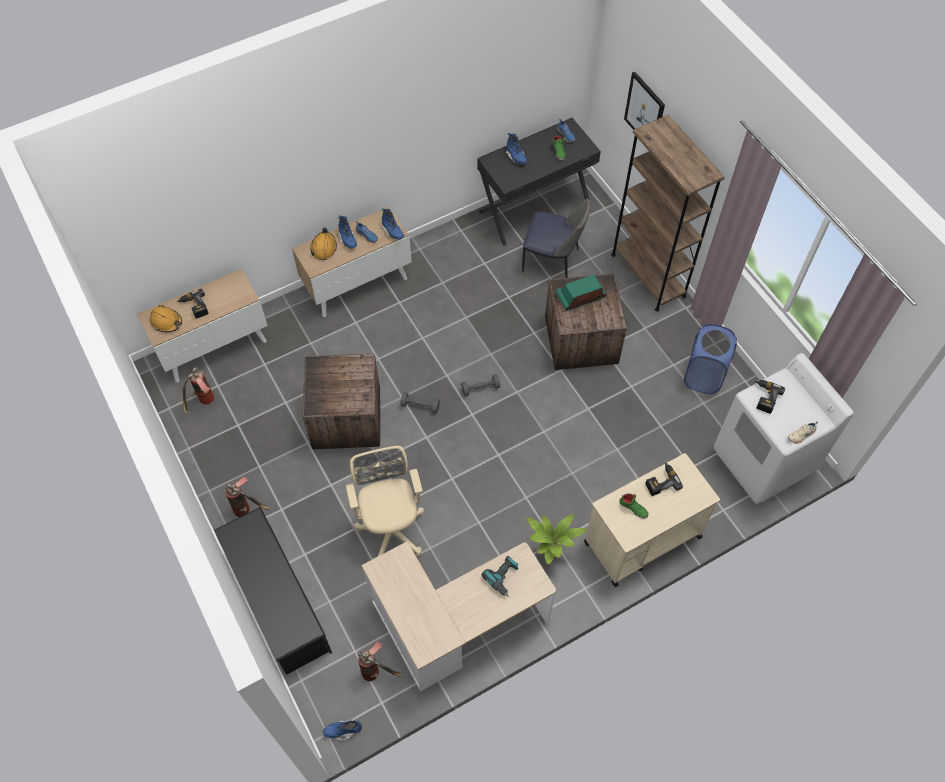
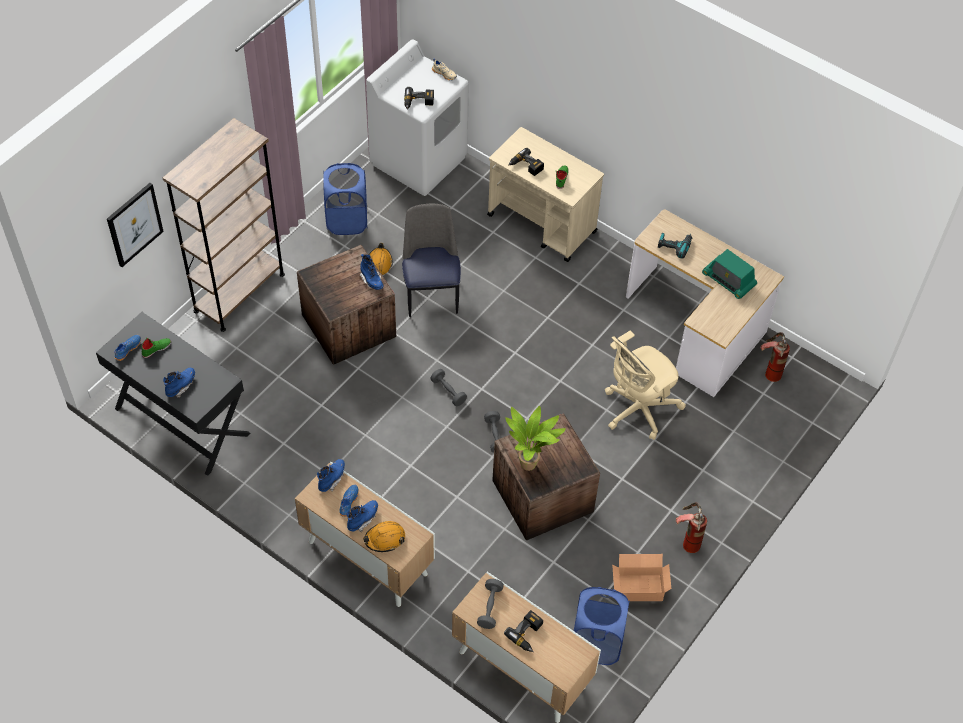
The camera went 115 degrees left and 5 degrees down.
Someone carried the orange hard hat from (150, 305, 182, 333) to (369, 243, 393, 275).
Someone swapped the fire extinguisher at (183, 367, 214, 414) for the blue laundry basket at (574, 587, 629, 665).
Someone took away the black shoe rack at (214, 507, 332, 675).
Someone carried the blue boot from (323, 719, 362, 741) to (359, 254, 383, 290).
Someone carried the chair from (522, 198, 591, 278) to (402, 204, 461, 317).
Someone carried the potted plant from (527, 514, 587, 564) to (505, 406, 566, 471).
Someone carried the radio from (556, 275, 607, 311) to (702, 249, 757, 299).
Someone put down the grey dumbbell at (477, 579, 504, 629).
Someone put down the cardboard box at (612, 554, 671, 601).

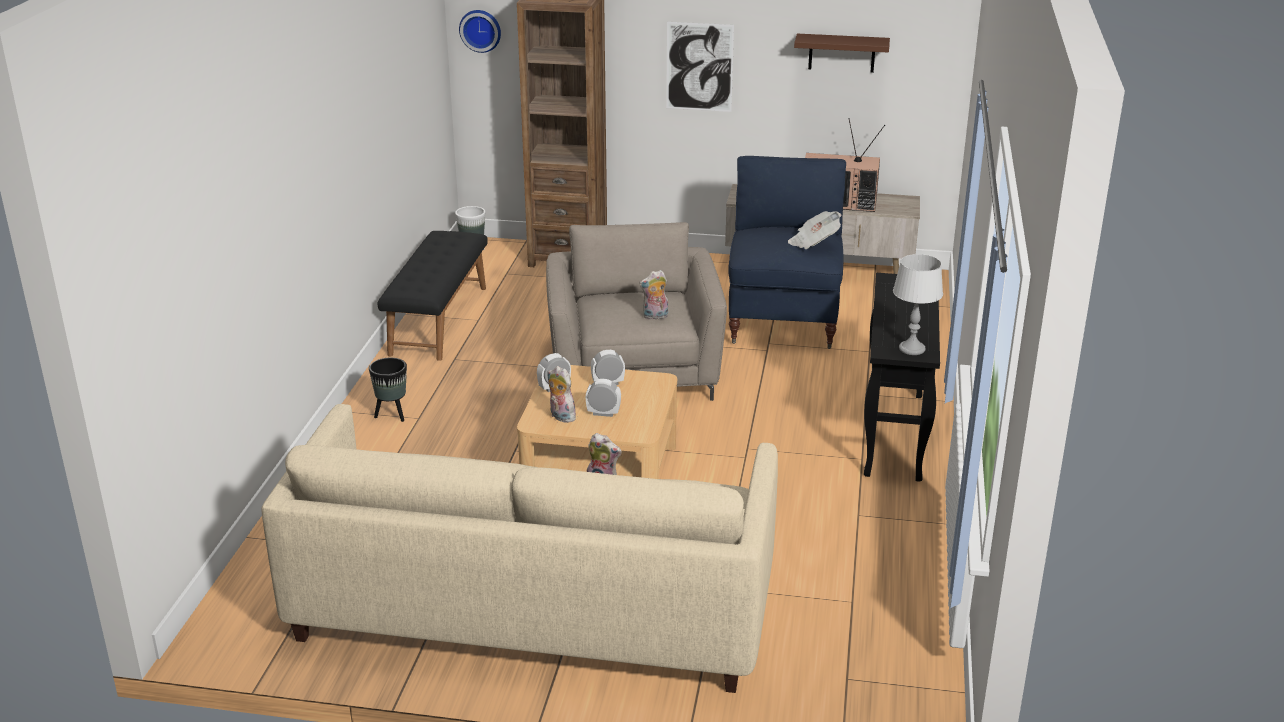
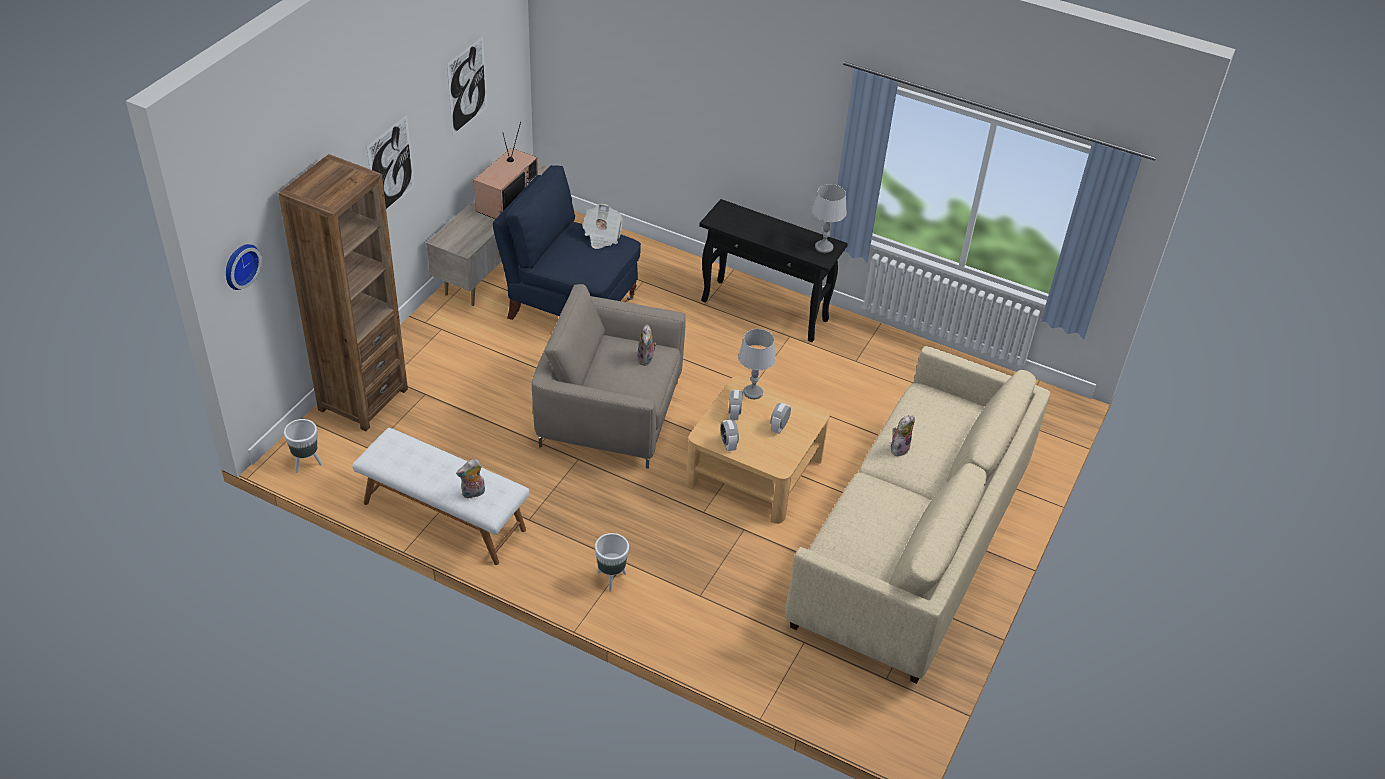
The camera went 75 degrees left and 15 degrees up.
Someone repainted the black planter at (369, 358, 407, 422), which became the white planter at (595, 533, 629, 592).
Someone repainted the black bench at (377, 231, 488, 361), which became the white bench at (352, 428, 529, 565).
Someone carried the plush toy from (547, 366, 576, 423) to (456, 459, 485, 499).
Someone swapped the brown shelf at (794, 34, 890, 73) for the picture at (447, 36, 487, 136).
Someone put down the grey table lamp at (738, 329, 776, 399).

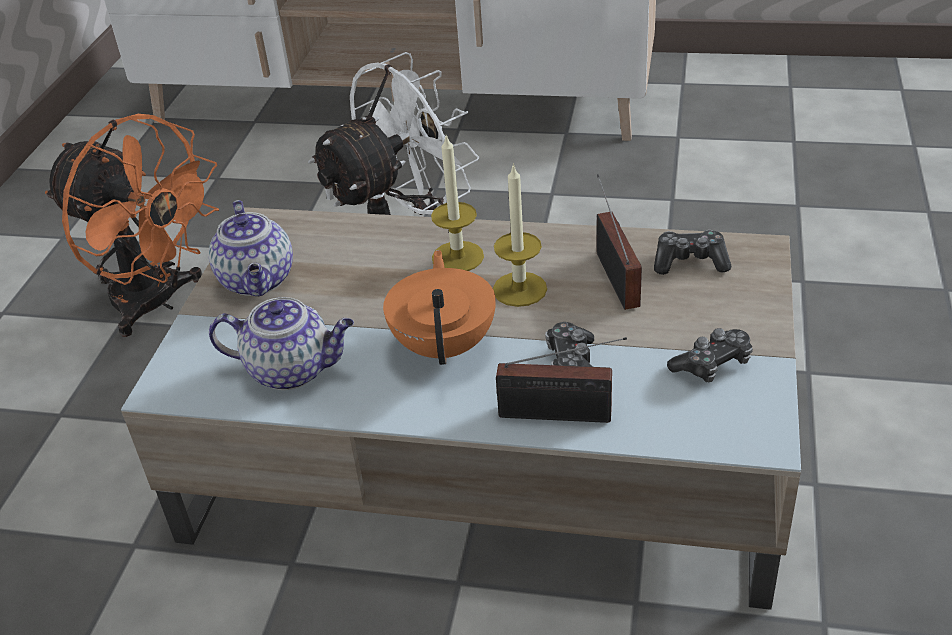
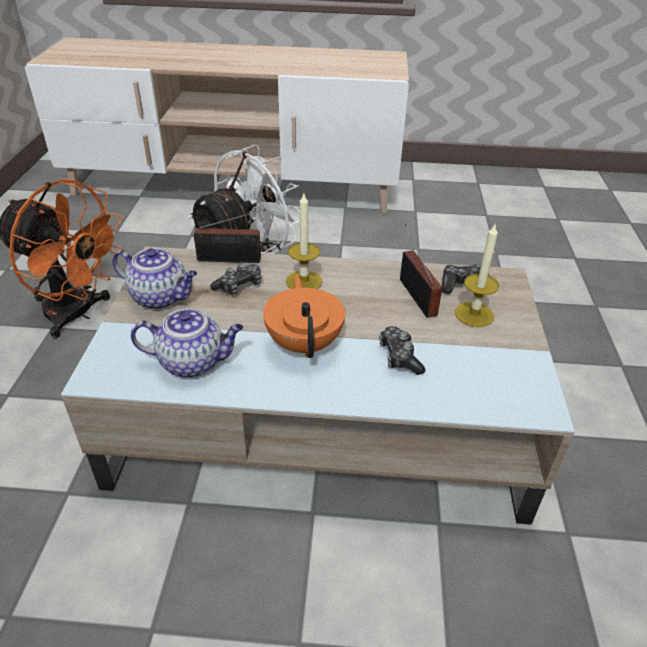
The camera went 10 degrees left and 0 degrees up.
Someone rotated the teapot at (208, 200, 293, 296) by 45 degrees counterclockwise.
Someone carried the candle from (493, 163, 547, 307) to (455, 222, 499, 327).
Someone carried the radio from (496, 337, 627, 423) to (194, 209, 266, 263).
Someone carried the game controller from (667, 328, 753, 382) to (210, 263, 261, 295).

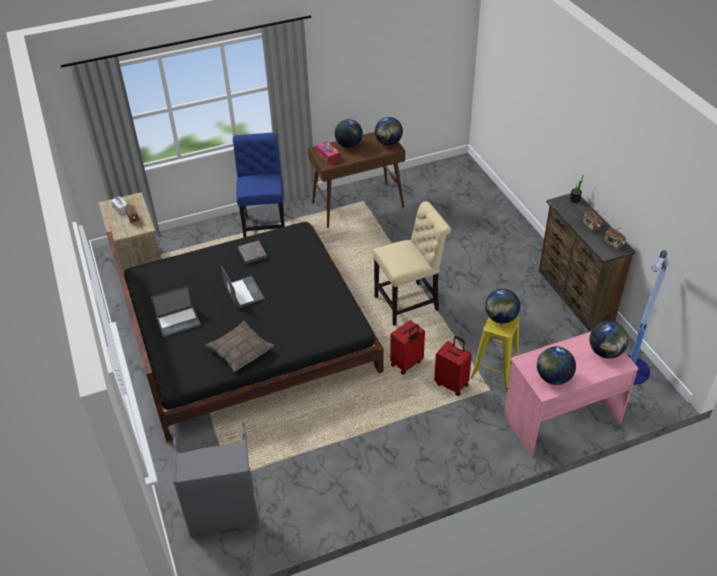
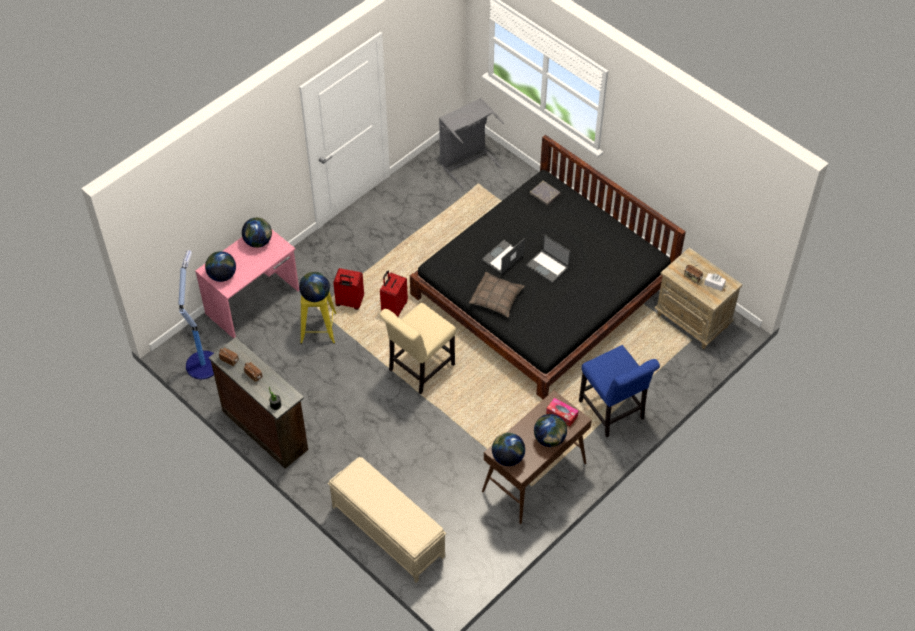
The camera went 155 degrees right and 10 degrees up.
Someone carried the laptop from (151, 286, 201, 338) to (481, 238, 525, 274).
Someone carried the pillow from (205, 321, 274, 372) to (469, 272, 524, 317).
Someone carried the grey book from (238, 241, 267, 264) to (530, 181, 561, 206).
Someone put down the beige bench at (328, 457, 446, 583).

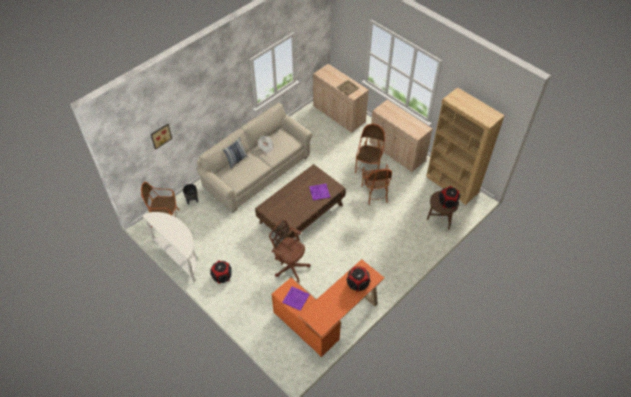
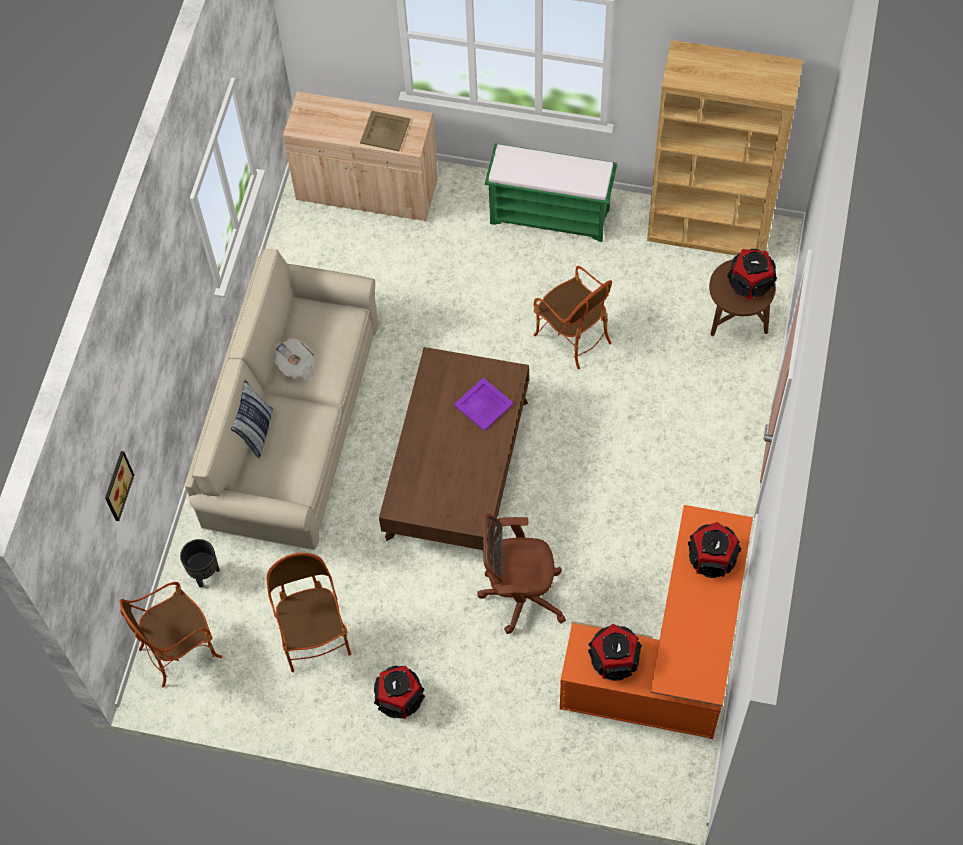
The camera went 30 degrees left and 10 degrees up.
Someone took away the white console table at (142, 212, 198, 283).
Someone swapped the purple tray at (282, 286, 310, 311) for the speaker at (588, 624, 642, 681).
Someone carried the armchair from (355, 124, 385, 173) to (267, 553, 351, 672).
Someone swapped the beige cabinet at (369, 100, 432, 172) for the green bench at (485, 143, 617, 242).

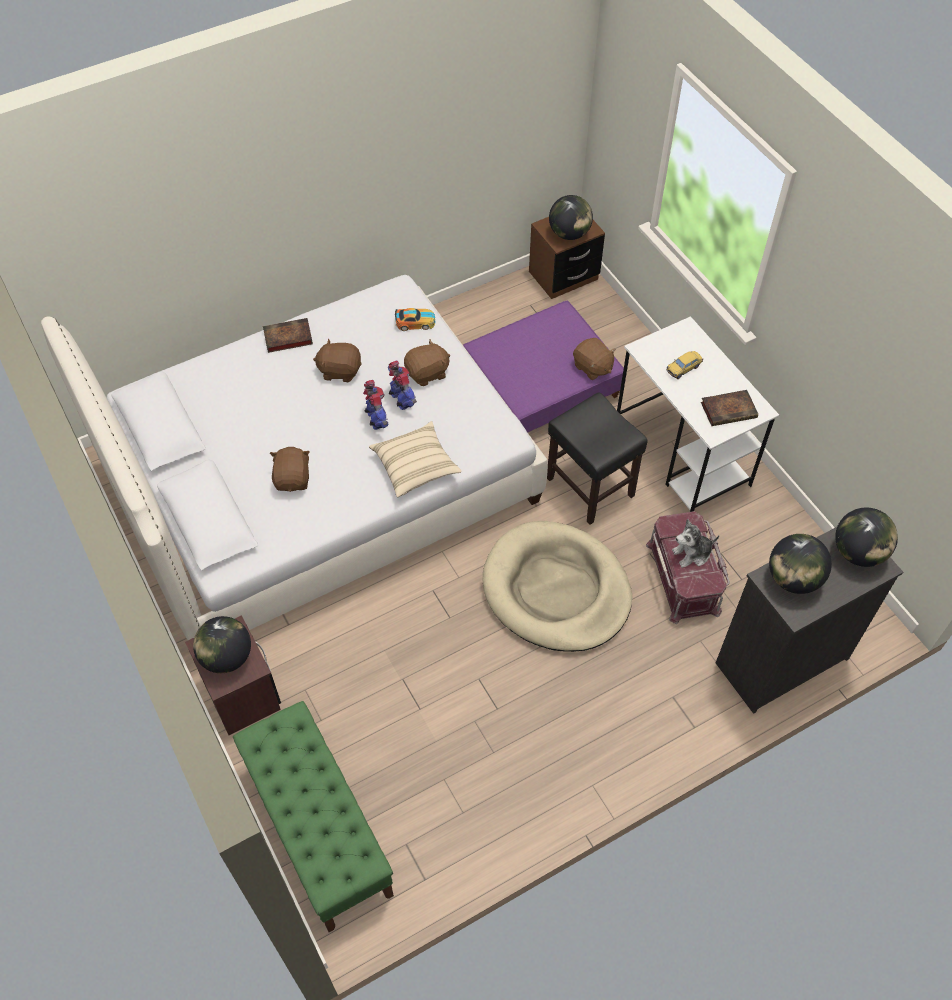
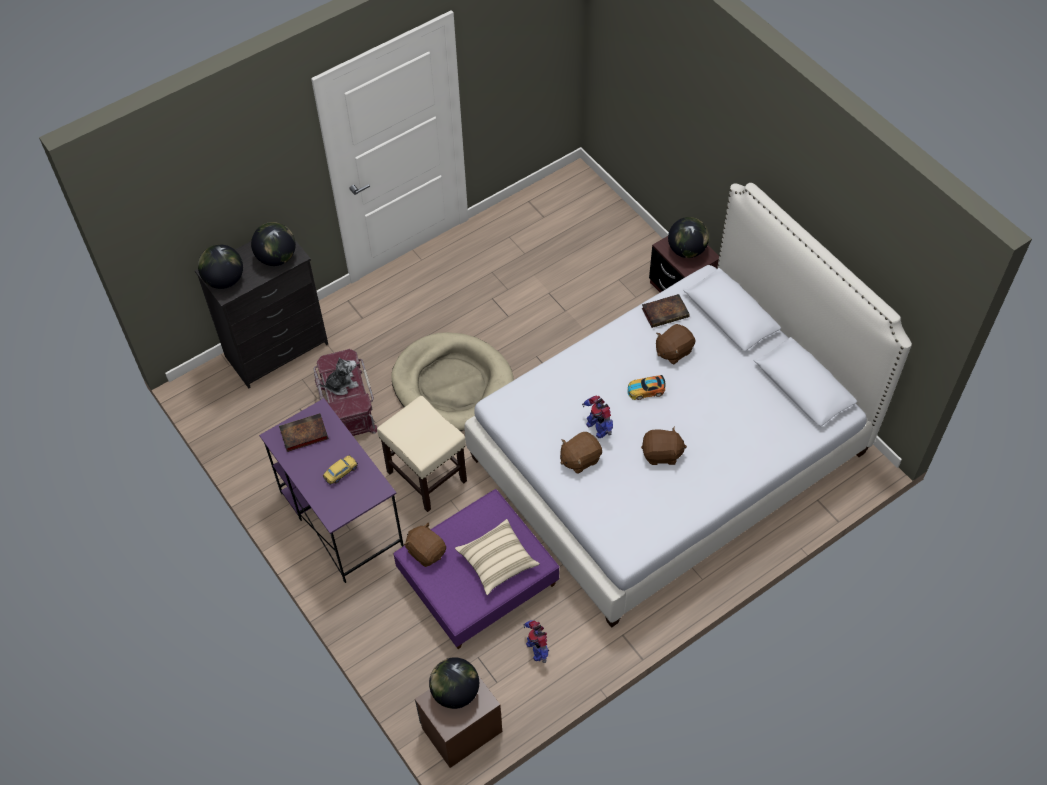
The camera went 175 degrees right and 0 degrees up.
Someone took away the green bench at (233, 701, 394, 932).
Someone carried the book from (263, 318, 313, 353) to (642, 294, 690, 328).
Someone rotated the brown plush toy at (270, 447, 310, 492) by 60 degrees clockwise.
Someone carried the toy robot from (363, 380, 389, 430) to (524, 620, 549, 663).
Someone carried the beige pillow from (369, 421, 462, 498) to (455, 519, 540, 595).
Someone carried the toy car from (395, 308, 436, 331) to (627, 375, 666, 400).
Someone repainted the black stool at (547, 392, 648, 525), which became the beige stool at (377, 396, 467, 512).
Someone repainted the white desk at (617, 316, 779, 512), which became the purple desk at (259, 398, 404, 583).

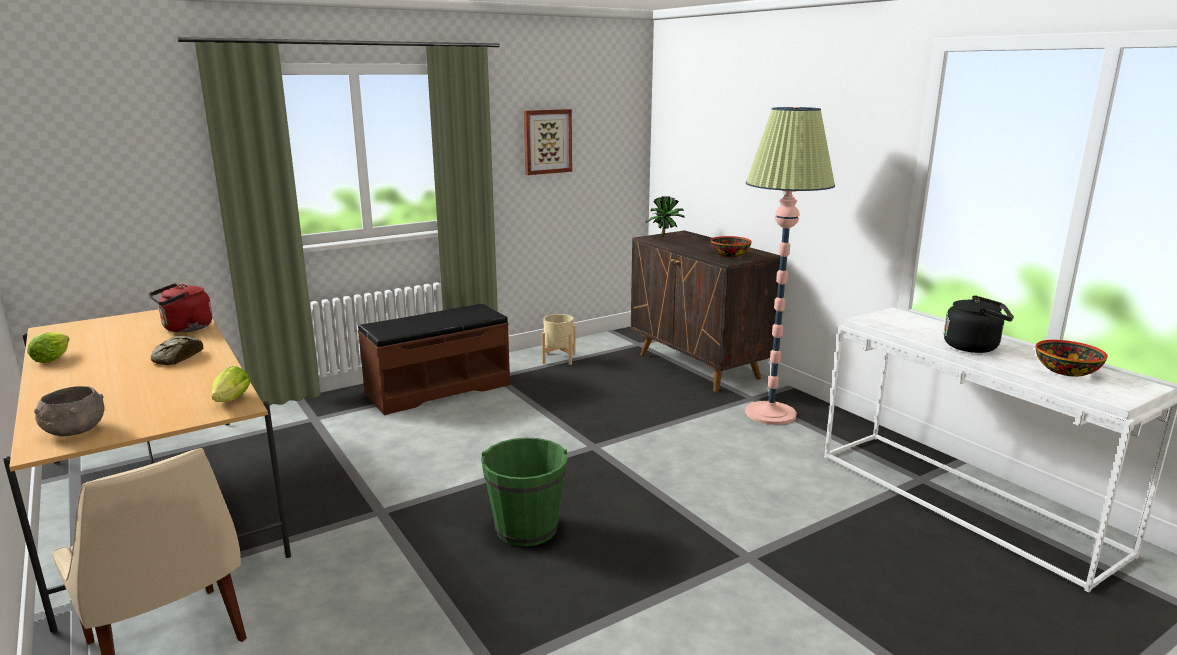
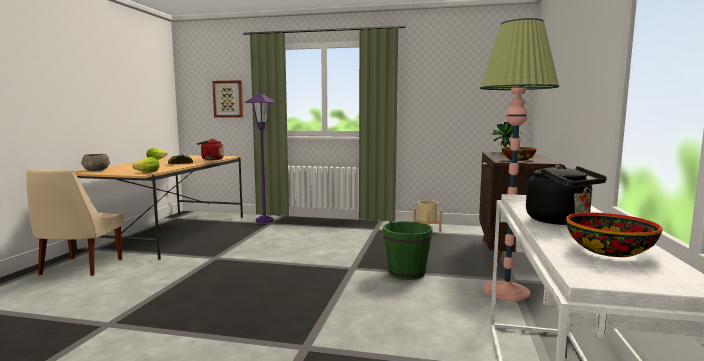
The camera went 45 degrees right and 10 degrees down.
Someone took away the brown bench at (358, 303, 510, 415).
Someone carried the green bucket from (481, 437, 568, 547) to (383, 220, 433, 280).
Someone carried the picture from (524, 109, 572, 175) to (212, 80, 243, 118).
Someone put down the purple floor lamp at (245, 94, 276, 224).

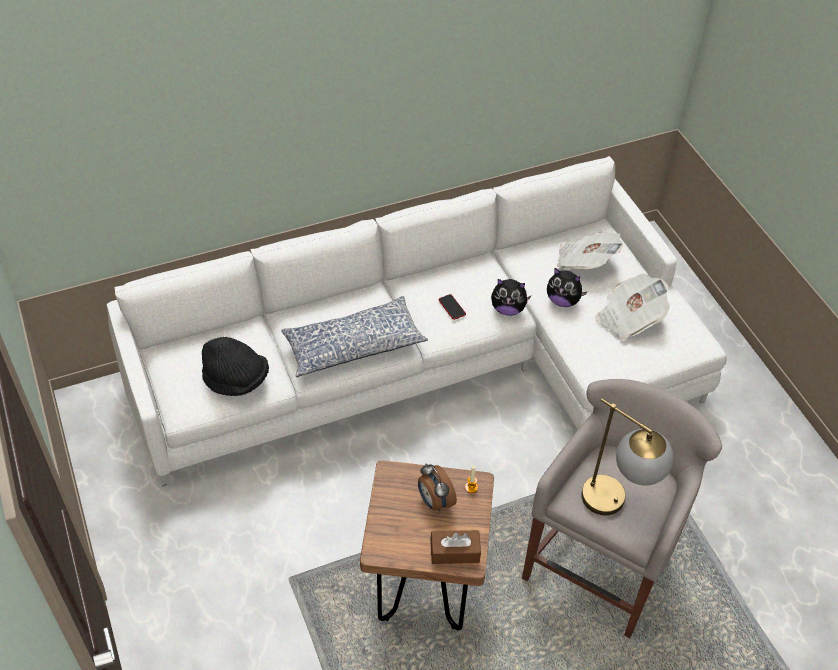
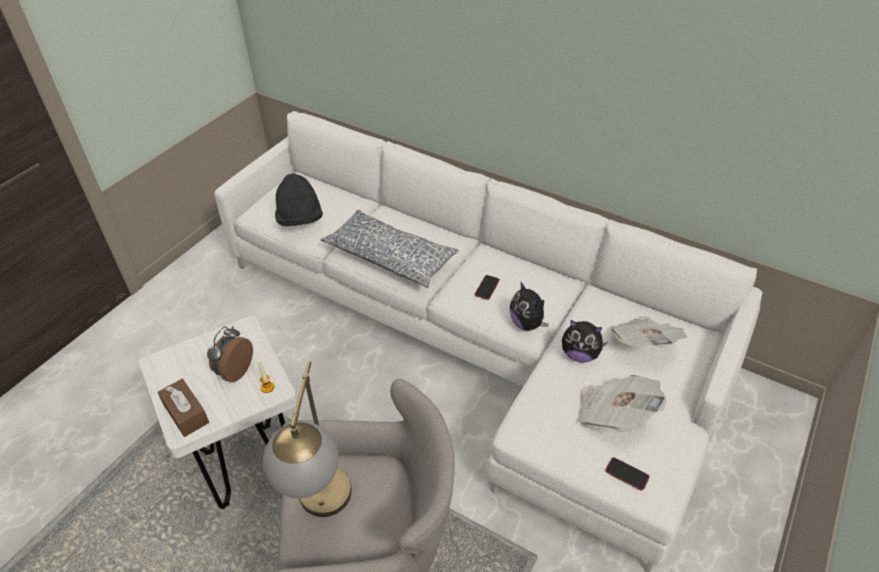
The camera went 55 degrees right and 5 degrees down.
Someone repainted the brown stool at (360, 460, 494, 631), which became the white stool at (139, 316, 298, 509).
Someone rotated the plush toy at (547, 268, 588, 307) by 60 degrees counterclockwise.
Someone put down the phone at (605, 457, 650, 490).

